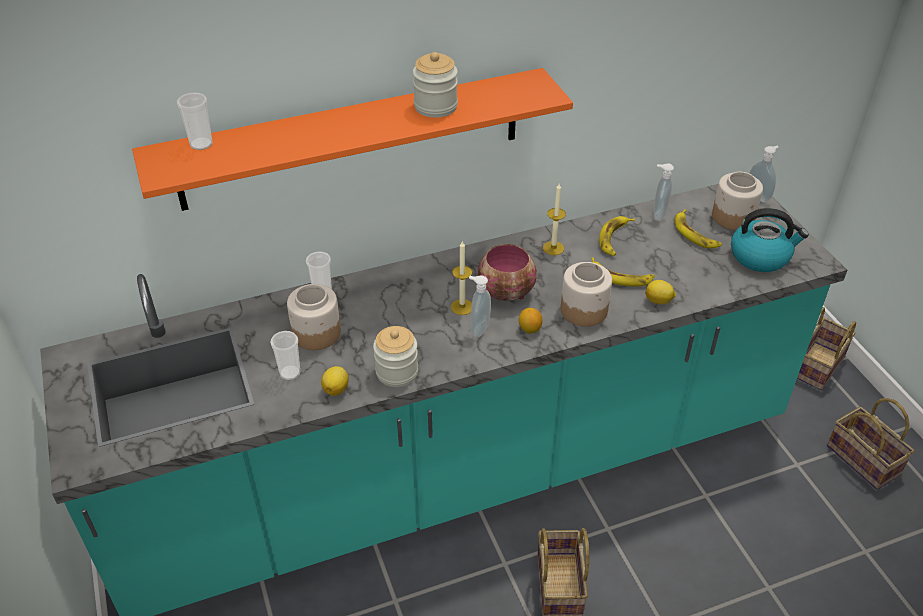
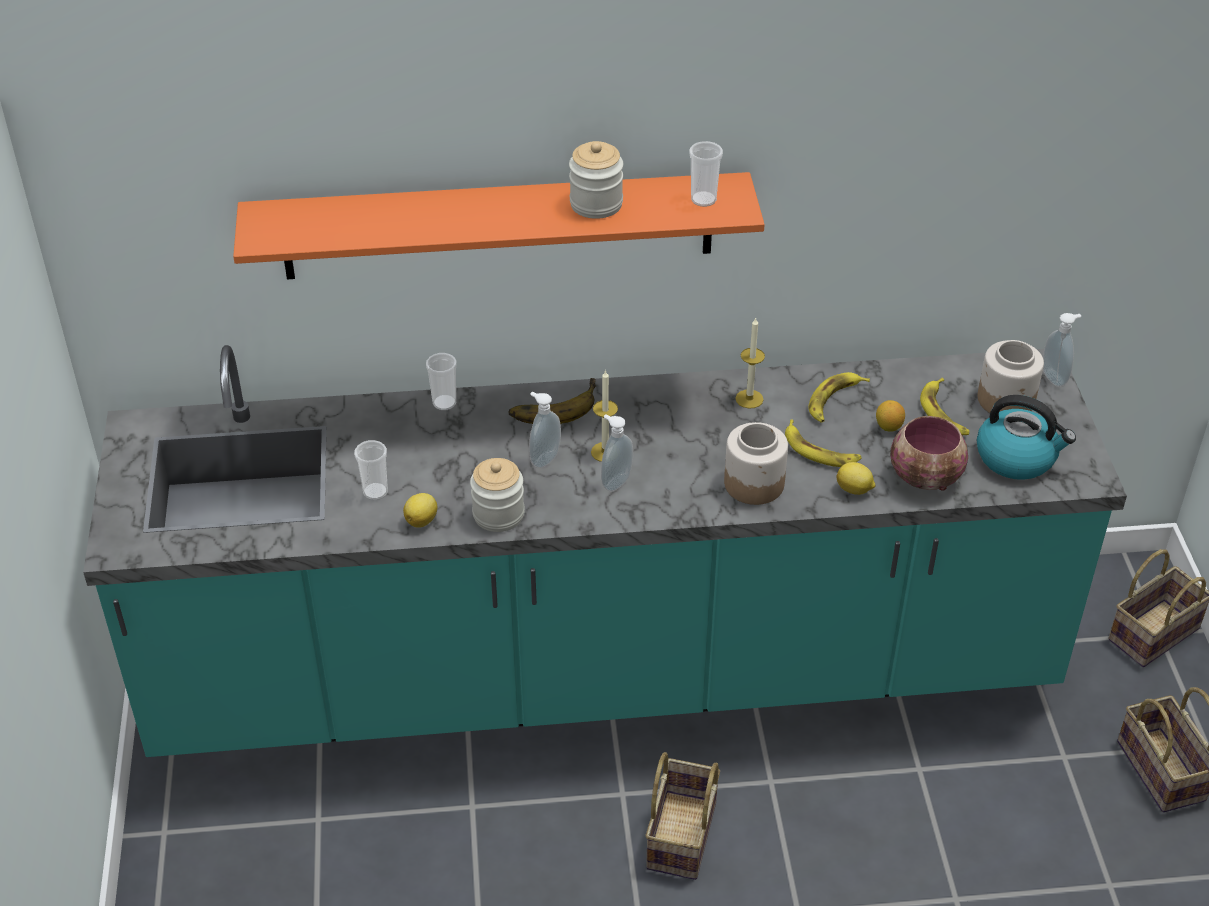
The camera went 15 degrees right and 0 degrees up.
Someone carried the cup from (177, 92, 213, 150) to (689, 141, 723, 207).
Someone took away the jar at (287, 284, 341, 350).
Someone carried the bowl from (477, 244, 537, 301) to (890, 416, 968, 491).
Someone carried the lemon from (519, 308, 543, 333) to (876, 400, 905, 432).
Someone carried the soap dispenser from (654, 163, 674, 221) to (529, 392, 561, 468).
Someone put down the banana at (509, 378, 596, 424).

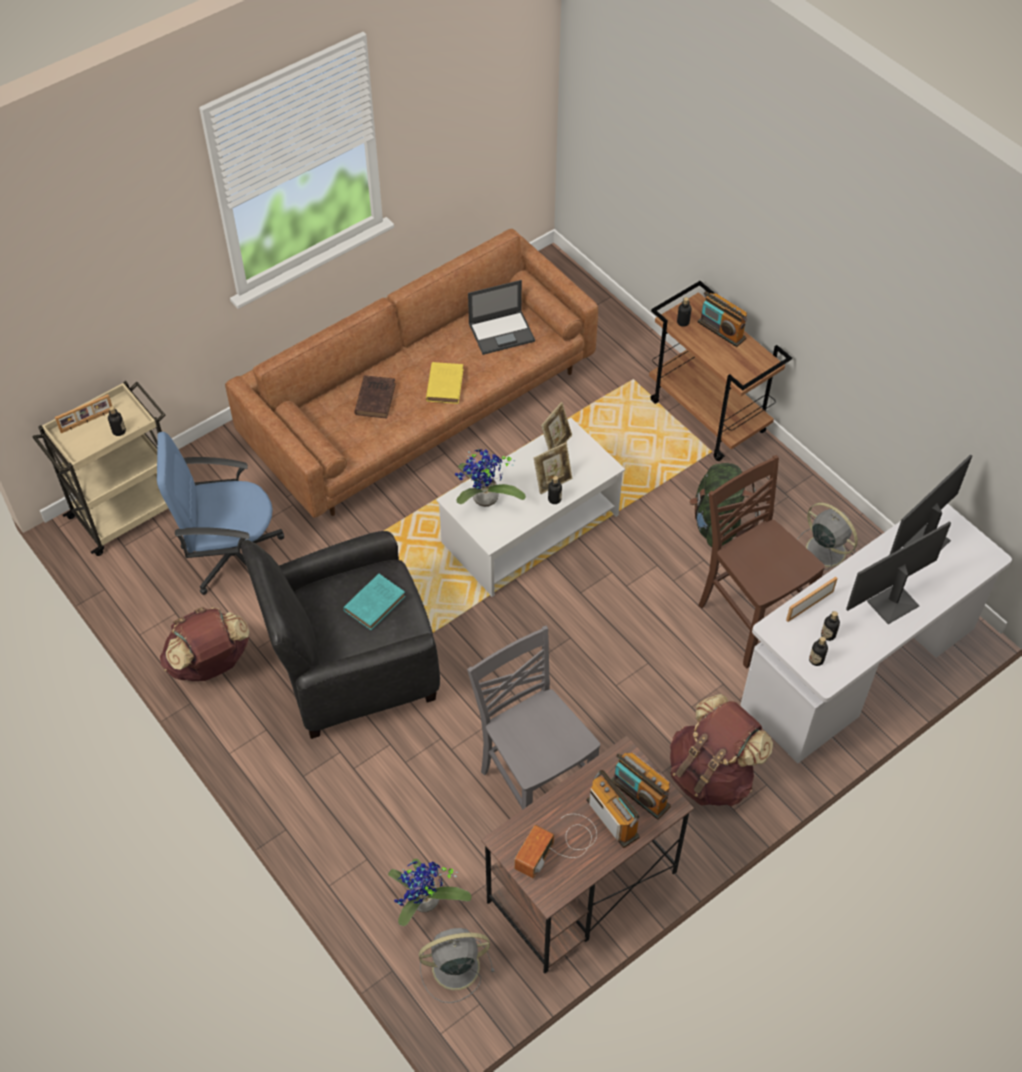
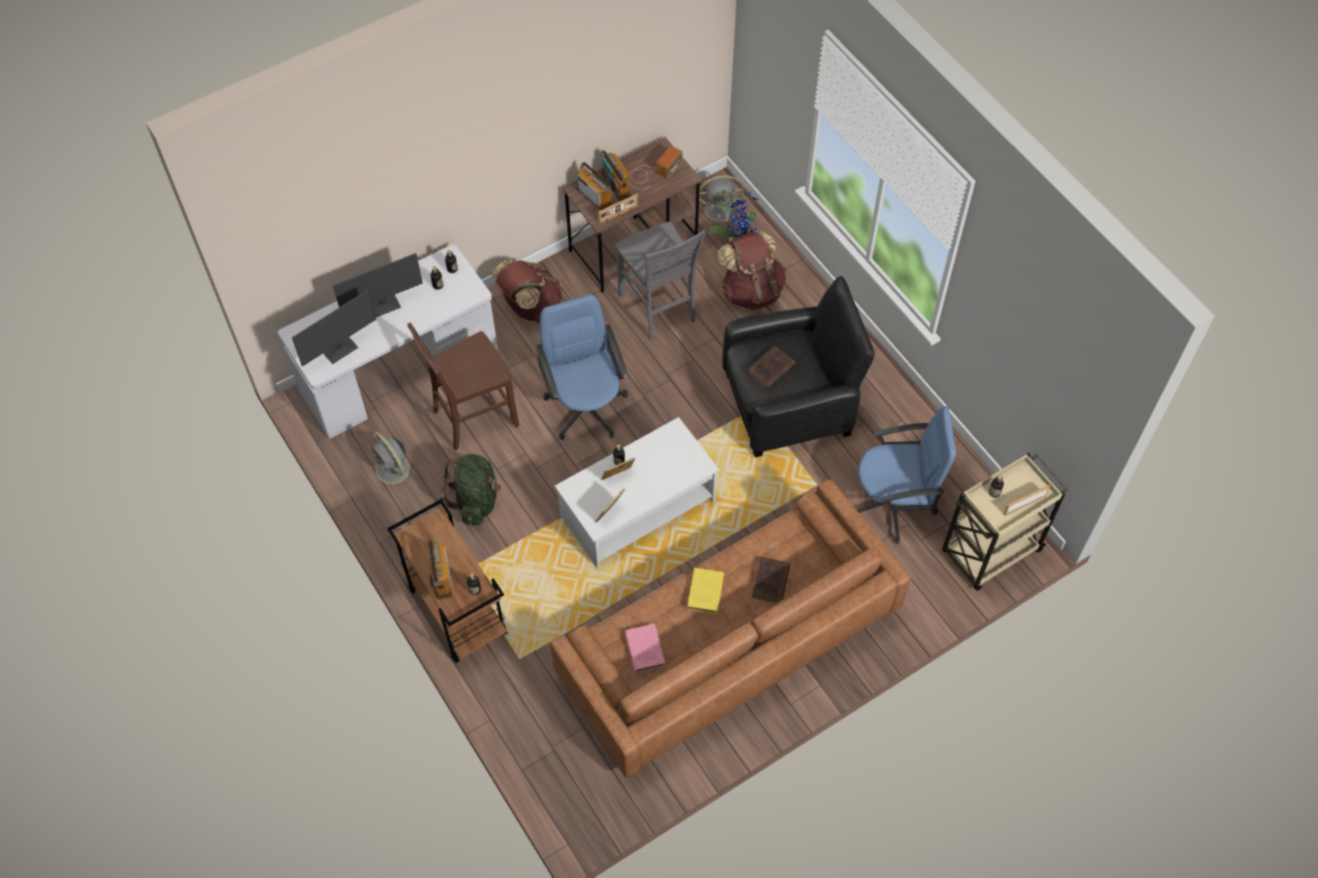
The camera went 175 degrees left and 5 degrees up.
Someone carried the brown backpack from (160, 607, 250, 681) to (718, 231, 786, 310).
Someone repainted the turquoise book at (343, 574, 406, 630), which became the brown book at (747, 346, 795, 389).
Someone took away the potted plant at (455, 449, 526, 507).
Someone swapped the laptop at (468, 280, 535, 355) for the pink book at (625, 624, 666, 673).
Someone rotated the radio at (698, 291, 747, 347) by 150 degrees counterclockwise.
Someone rotated the brown chair at (698, 455, 825, 668) by 90 degrees clockwise.
Someone carried the picture frame from (786, 577, 838, 622) to (598, 194, 638, 224).
Someone put down the blue office chair at (535, 294, 628, 440).

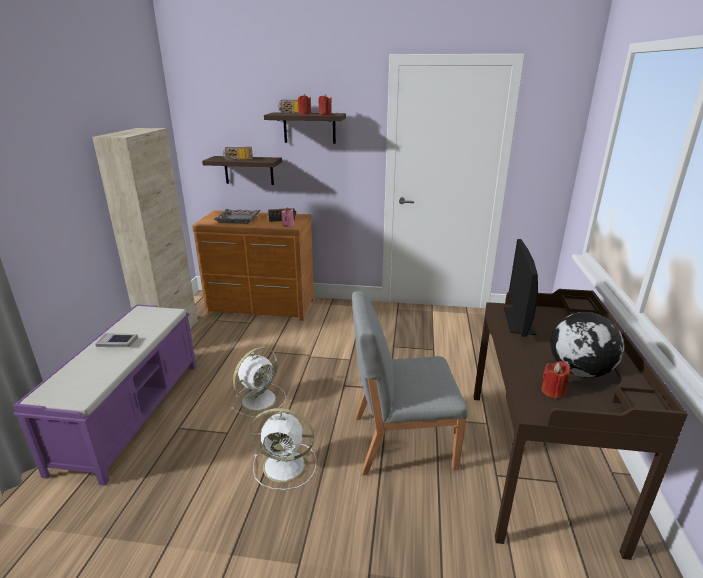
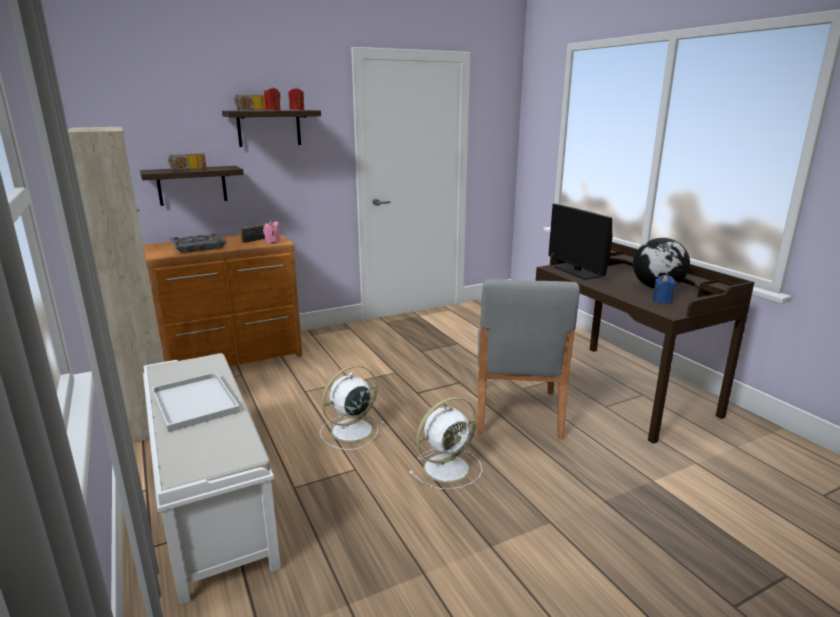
The camera went 35 degrees left and 5 degrees down.
Someone repainted the purple bench at (13, 304, 196, 485), which became the white bench at (143, 353, 281, 605).
Someone swapped the book at (95, 333, 138, 347) for the white tray at (151, 372, 240, 432).
Someone rotated the white fan at (231, 347, 286, 417) by 135 degrees counterclockwise.
Someone rotated the grey chair at (352, 291, 468, 475) by 45 degrees counterclockwise.
Someone repainted the red candle at (541, 361, 570, 399), which became the blue candle at (653, 275, 675, 304).

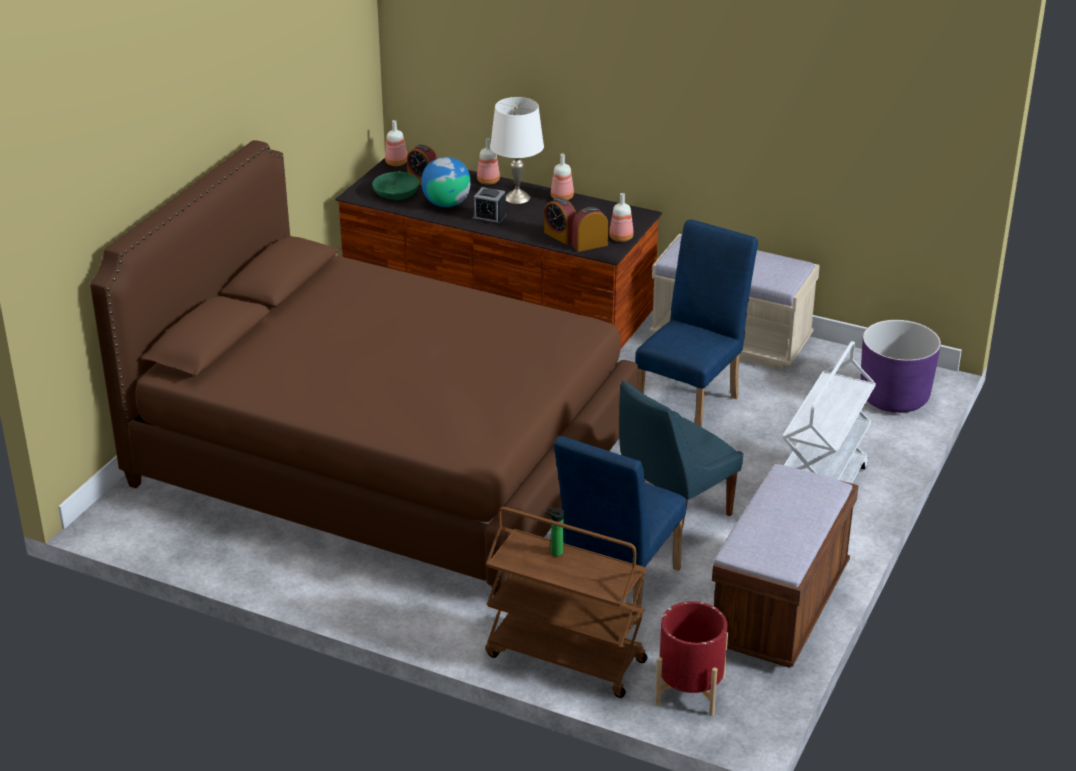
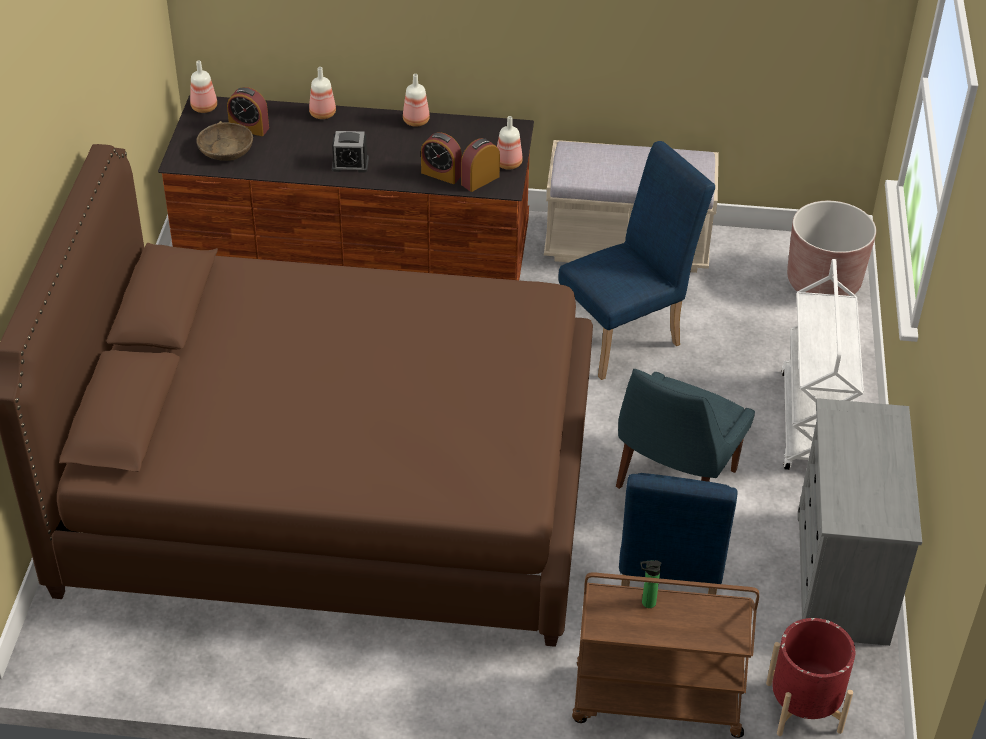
The camera went 20 degrees left and 10 degrees up.
Someone repainted the green bowl at (372, 171, 420, 200), which became the brown bowl at (196, 121, 253, 161).
Someone took away the globe at (421, 157, 471, 207).
Someone took away the white table lamp at (490, 97, 544, 204).
Someone rotated the blue chair at (635, 219, 758, 427) by 45 degrees clockwise.
Someone swapped the brown bench at (712, 464, 859, 668) for the grey dresser at (798, 398, 922, 646).
Someone repainted the purple planter at (860, 320, 941, 413), which became the brown planter at (787, 201, 876, 296).

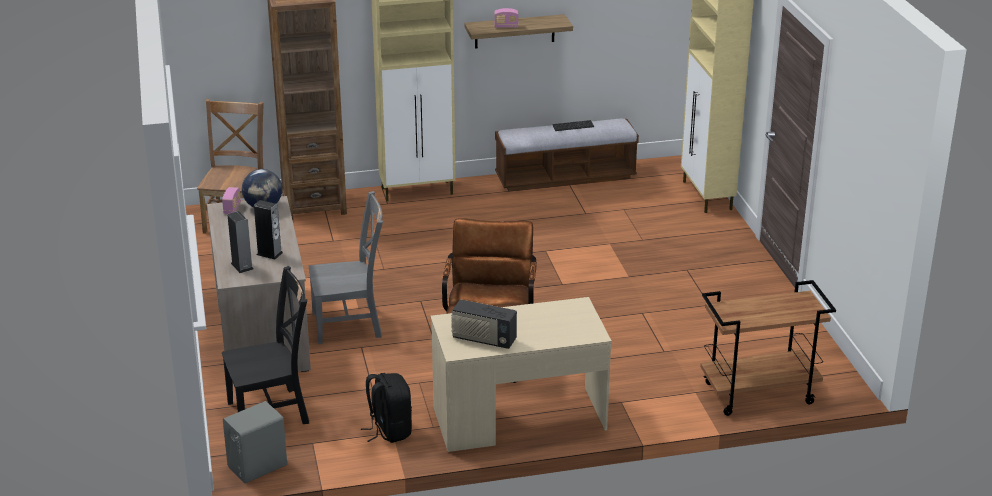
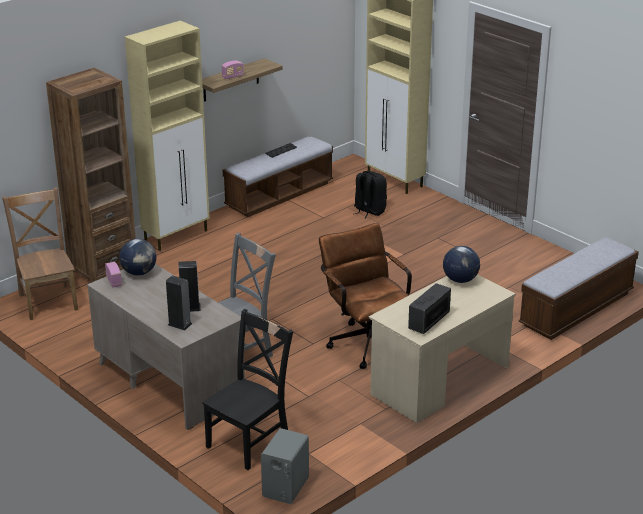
The camera went 30 degrees left and 0 degrees up.
Someone carried the black backpack from (361, 373, 412, 443) to (353, 171, 387, 219).
Someone rotated the radio at (451, 299, 517, 349) by 135 degrees clockwise.
Someone swapped the brown cart at (700, 280, 836, 416) for the bench at (519, 237, 639, 340).
Someone put down the globe at (443, 246, 480, 283).

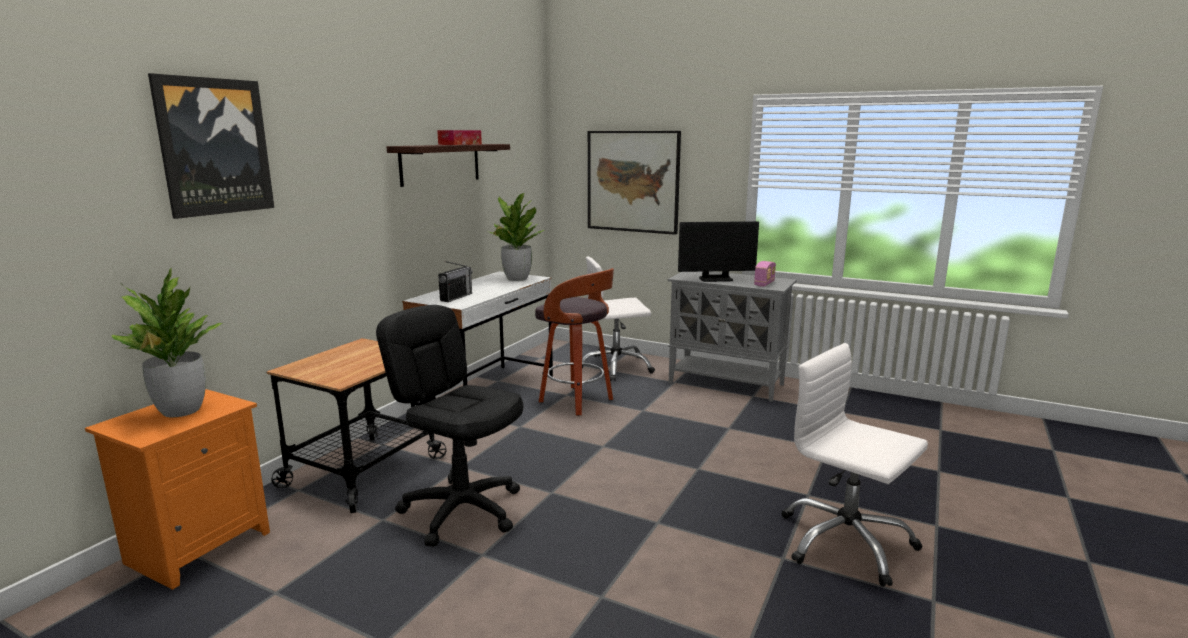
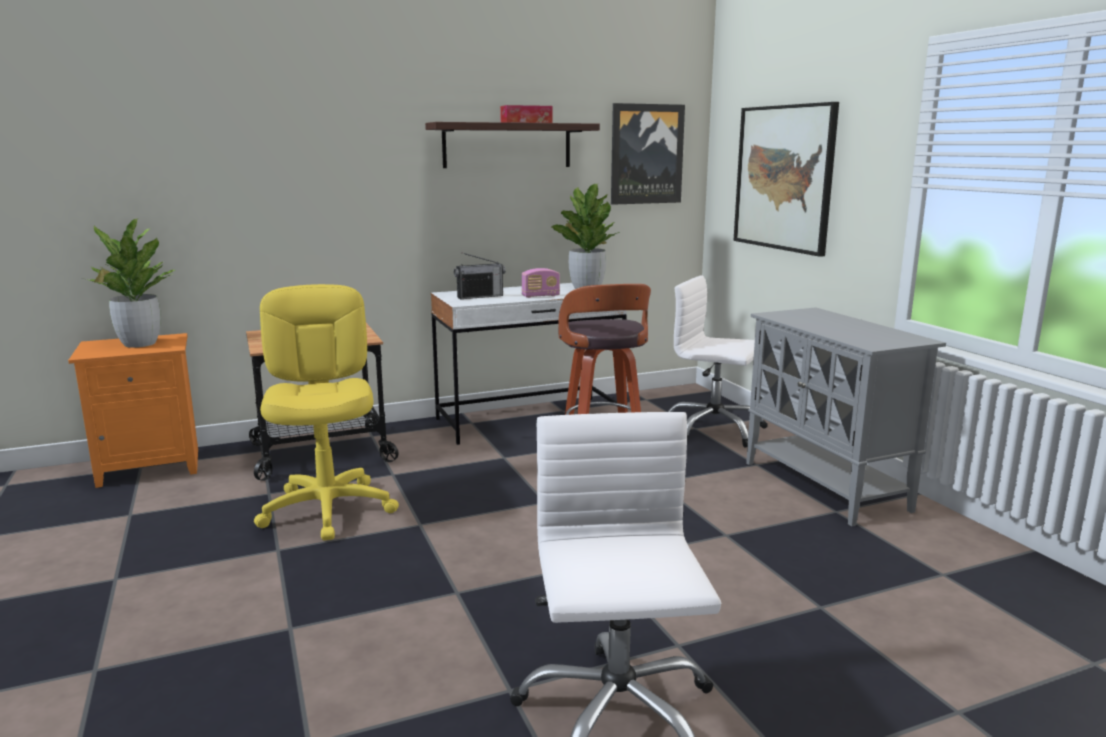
The camera went 40 degrees right and 0 degrees up.
Someone carried the picture from (148, 73, 274, 219) to (611, 103, 685, 205).
Someone repainted the black office chair at (376, 305, 523, 547), which became the yellow office chair at (254, 284, 399, 540).
Someone took away the monitor at (678, 221, 759, 282).
Someone carried the radio from (754, 261, 776, 287) to (522, 268, 560, 298).

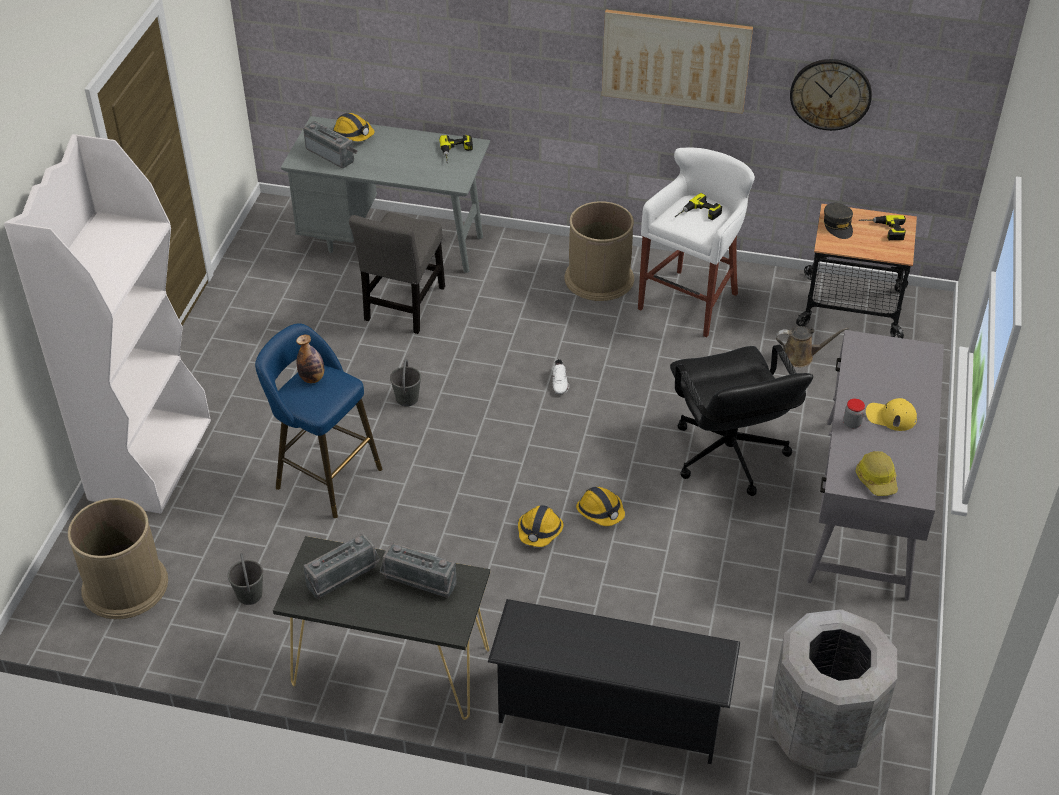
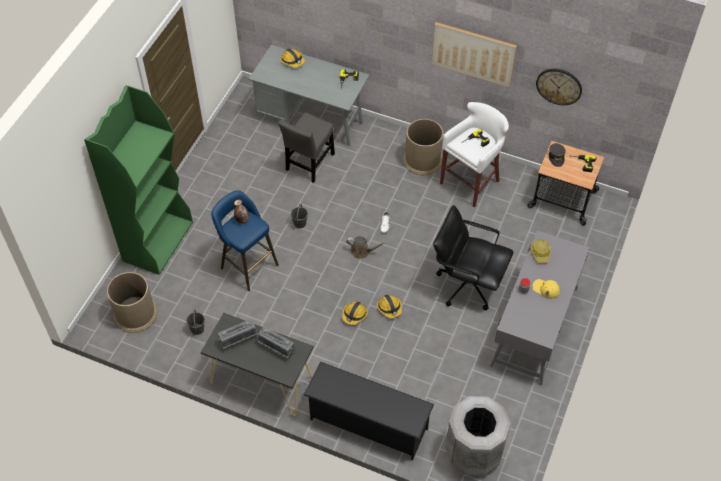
The camera went 10 degrees right and 10 degrees up.
Someone repainted the white bookcase at (4, 134, 211, 514), which became the green bookcase at (84, 85, 193, 275).
Someone took away the radio at (303, 121, 358, 168).
Someone rotated the black office chair at (670, 345, 813, 496) by 120 degrees clockwise.
Someone carried the brown watering can from (776, 326, 849, 367) to (346, 236, 386, 259).
Someone carried the hard hat from (855, 451, 898, 496) to (531, 239, 551, 263).

